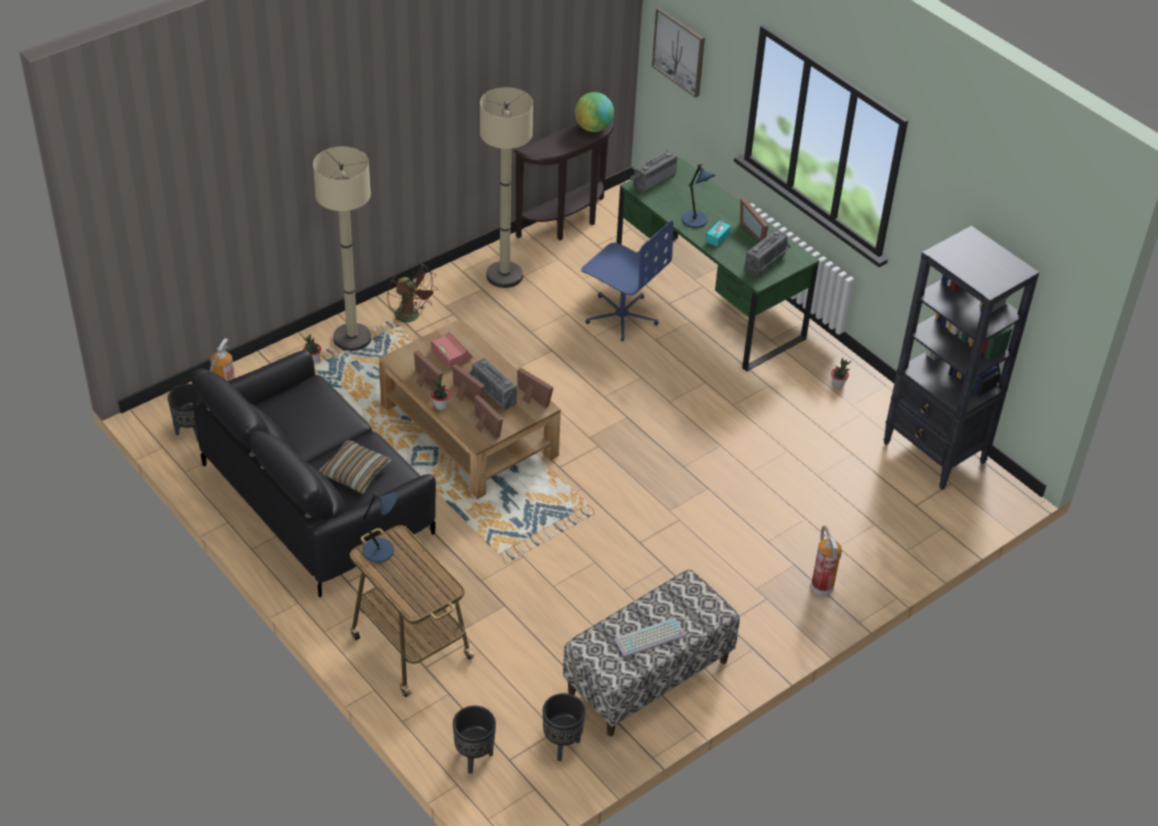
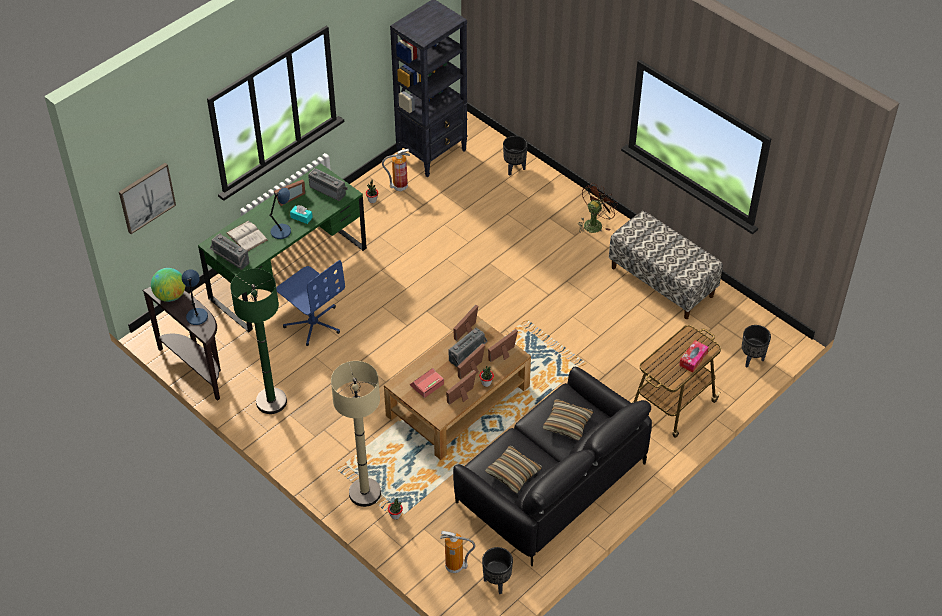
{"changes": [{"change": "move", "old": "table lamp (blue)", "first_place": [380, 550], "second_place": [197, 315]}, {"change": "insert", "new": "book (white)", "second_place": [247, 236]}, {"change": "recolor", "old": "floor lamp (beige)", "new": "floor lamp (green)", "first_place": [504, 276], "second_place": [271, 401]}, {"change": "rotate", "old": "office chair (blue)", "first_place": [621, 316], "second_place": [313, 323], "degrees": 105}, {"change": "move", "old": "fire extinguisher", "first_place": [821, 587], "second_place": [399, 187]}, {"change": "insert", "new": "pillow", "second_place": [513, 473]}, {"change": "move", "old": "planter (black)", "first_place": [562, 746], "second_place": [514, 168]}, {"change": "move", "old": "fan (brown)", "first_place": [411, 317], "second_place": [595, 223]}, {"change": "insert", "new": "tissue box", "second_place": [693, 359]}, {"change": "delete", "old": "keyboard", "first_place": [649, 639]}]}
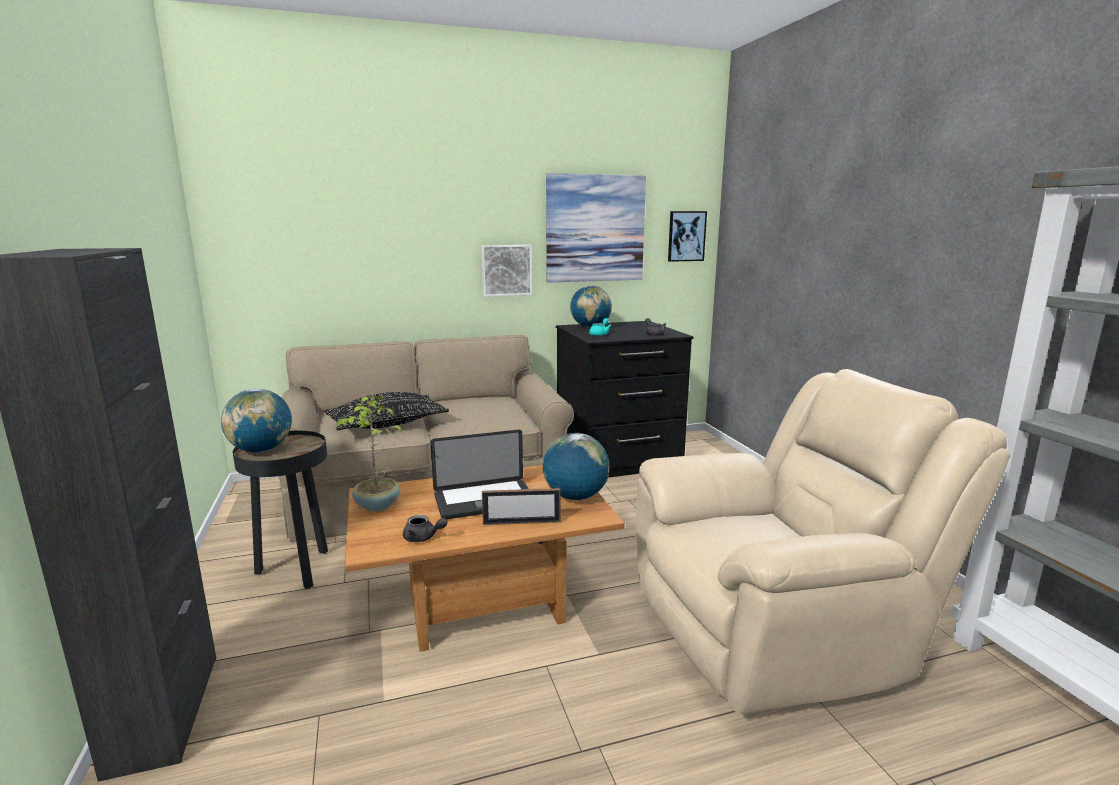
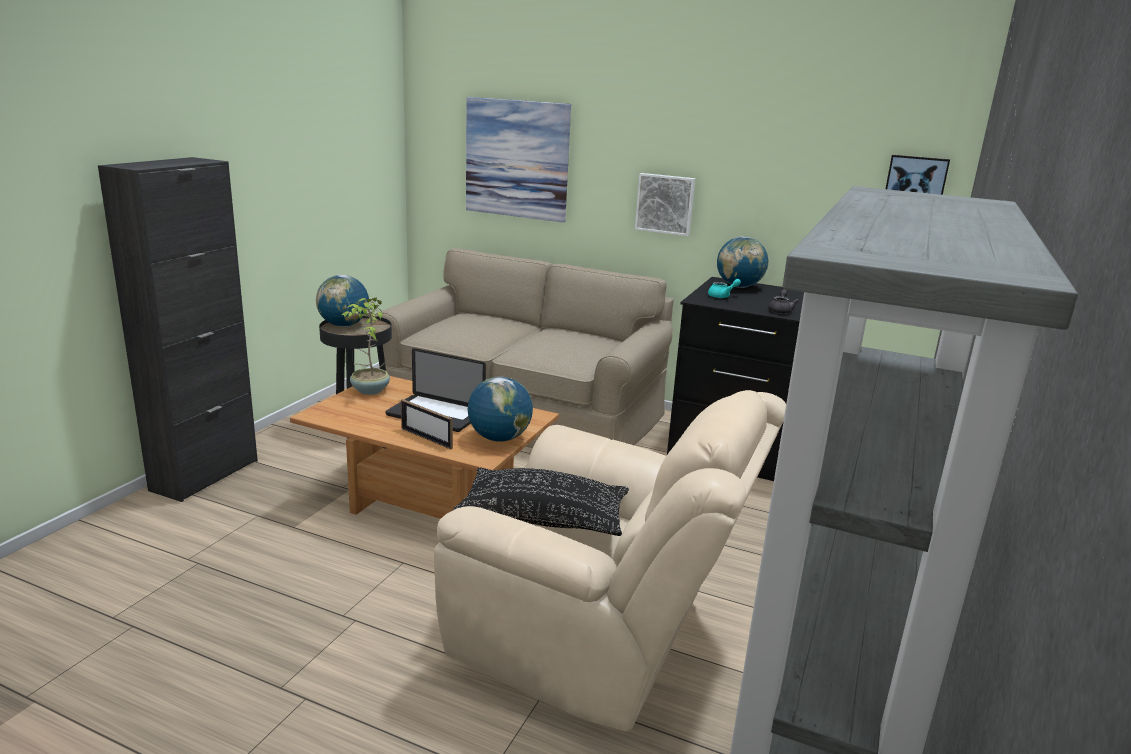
{"changes": [{"change": "move", "old": "pillow (black)", "first_place": [387, 424], "second_place": [543, 518]}, {"change": "move", "old": "picture", "first_place": [595, 228], "second_place": [517, 159]}, {"change": "delete", "old": "teapot (grey)", "first_place": [423, 538]}]}
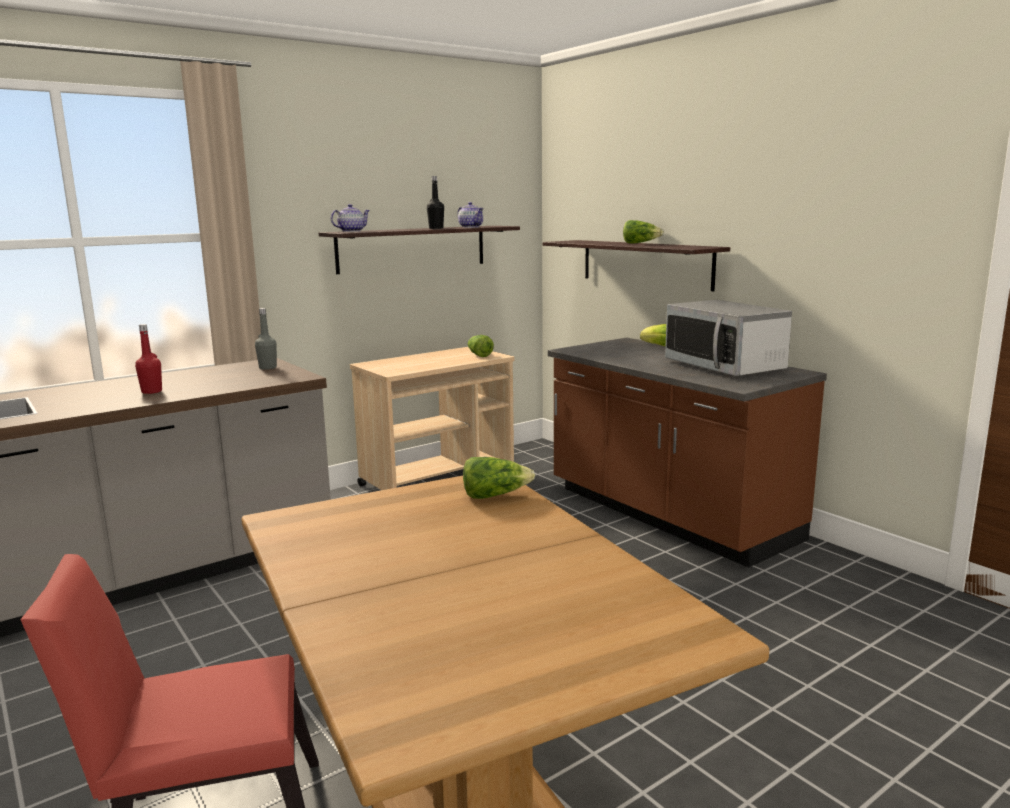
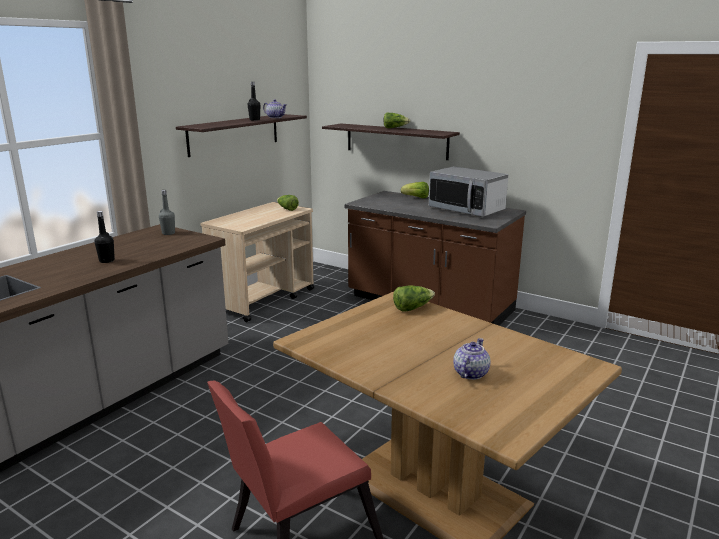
{"changes": [{"change": "recolor", "old": "bottle (red)", "new": "bottle (black)", "first_place": [151, 391], "second_place": [107, 261]}, {"change": "move", "old": "teapot", "first_place": [351, 231], "second_place": [470, 373]}]}
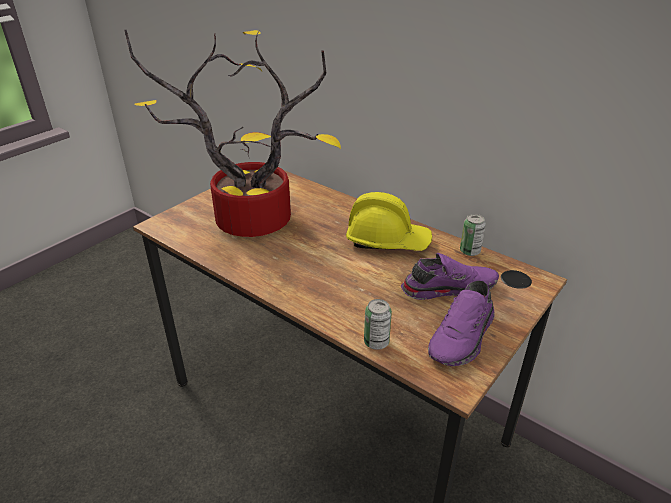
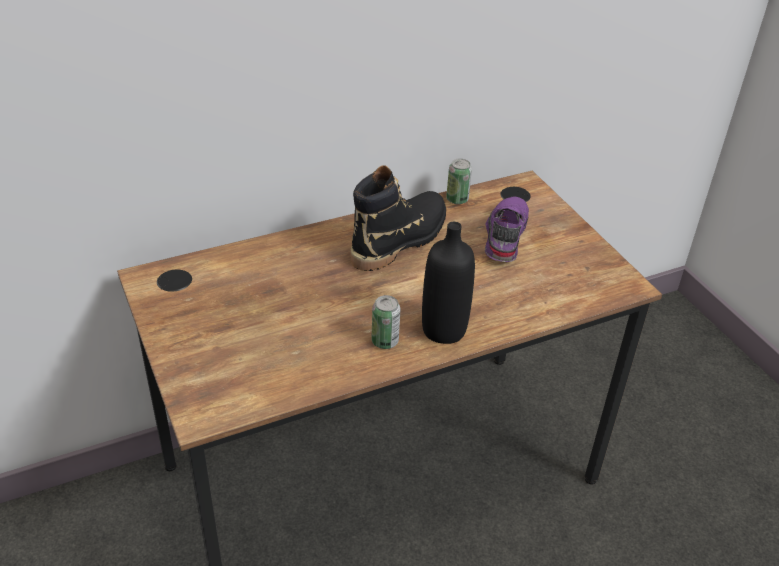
{"changes": [{"change": "replace", "old": "hard hat (yellow)", "new": "boot (black)", "first_place": [387, 241], "second_place": [400, 240]}, {"change": "move", "old": "can", "first_place": [376, 342], "second_place": [385, 341]}, {"change": "insert", "new": "bottle (black)", "second_place": [444, 330]}, {"change": "delete", "old": "potted plant", "first_place": [246, 222]}, {"change": "delete", "old": "shoe (purple)", "first_place": [463, 337]}]}
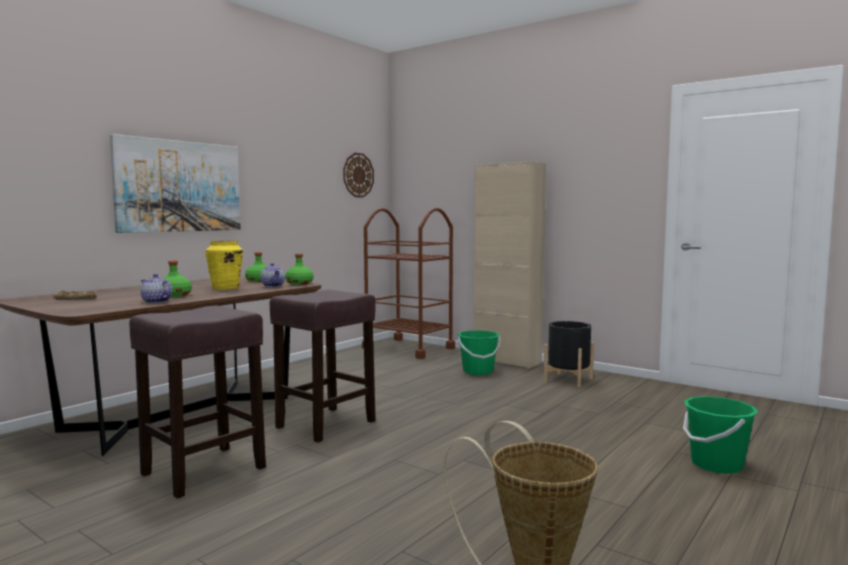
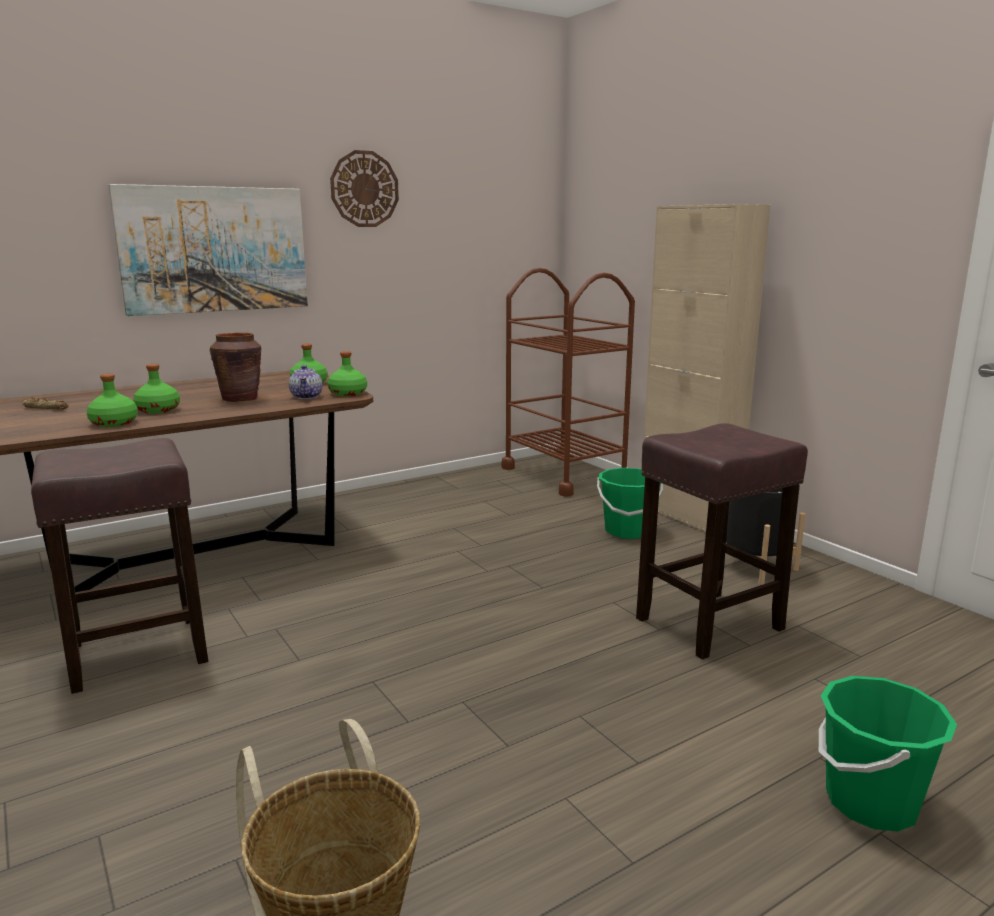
{"changes": [{"change": "replace", "old": "teapot", "new": "bottle (green)", "first_place": [156, 302], "second_place": [113, 423]}, {"change": "recolor", "old": "vase (yellow)", "new": "vase (brown)", "first_place": [225, 289], "second_place": [240, 399]}, {"change": "move", "old": "wall clock", "first_place": [358, 175], "second_place": [364, 189]}, {"change": "move", "old": "stool (brown)", "first_place": [325, 425], "second_place": [707, 624]}]}
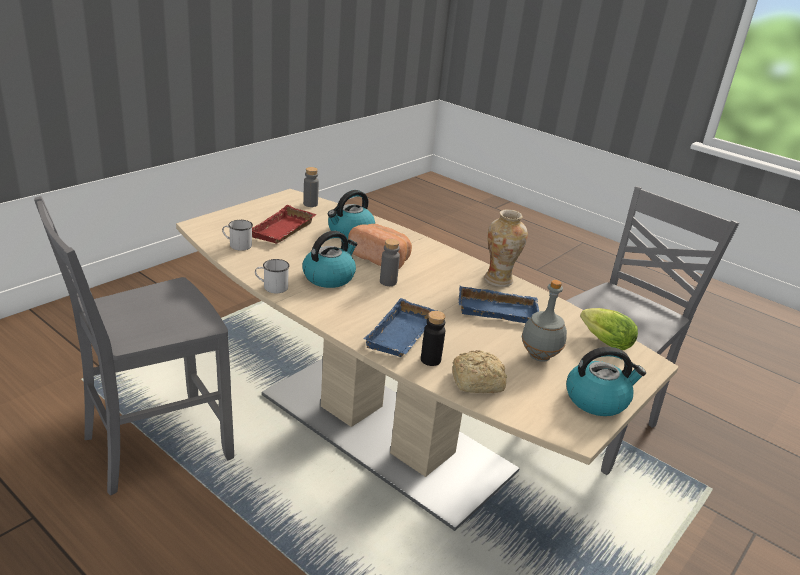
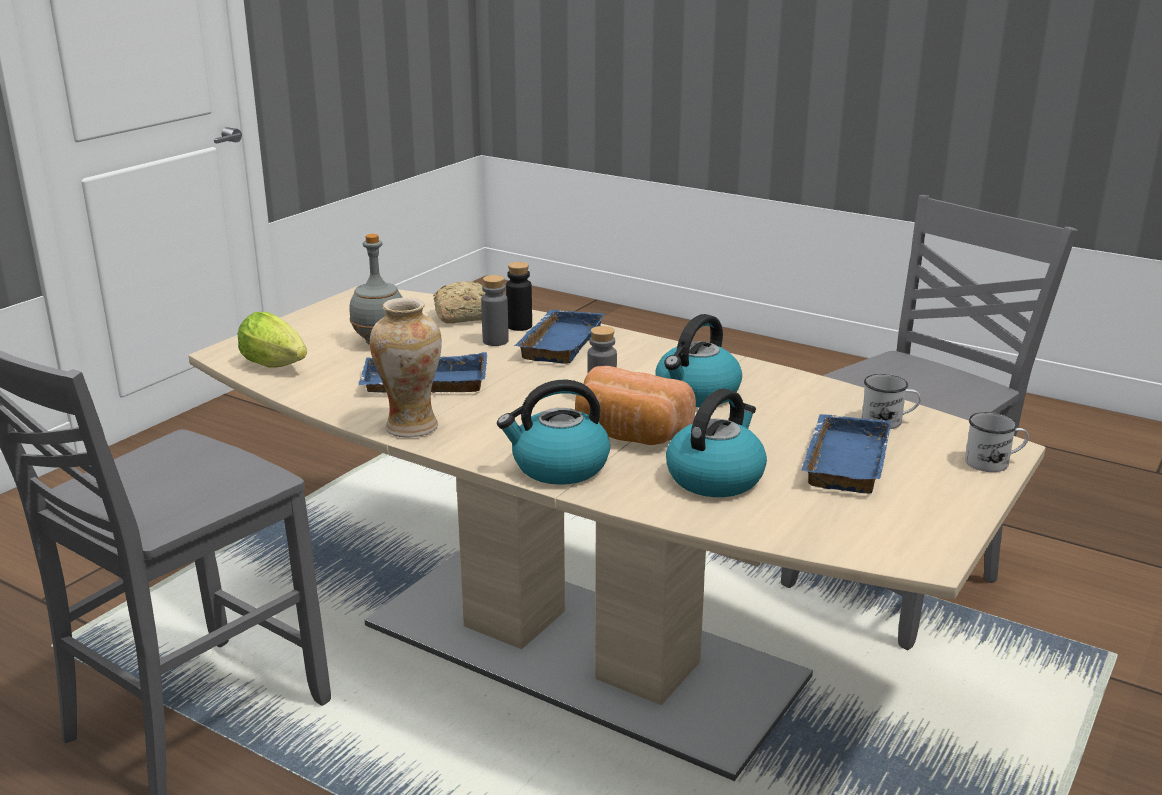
{"changes": [{"change": "move", "old": "bottle (grey)", "first_place": [310, 204], "second_place": [495, 341]}, {"change": "move", "old": "kettle", "first_place": [597, 399], "second_place": [558, 467]}, {"change": "recolor", "old": "tray (red)", "new": "tray (blue)", "first_place": [284, 231], "second_place": [842, 460]}, {"change": "move", "old": "mug (white)", "first_place": [271, 287], "second_place": [993, 463]}]}
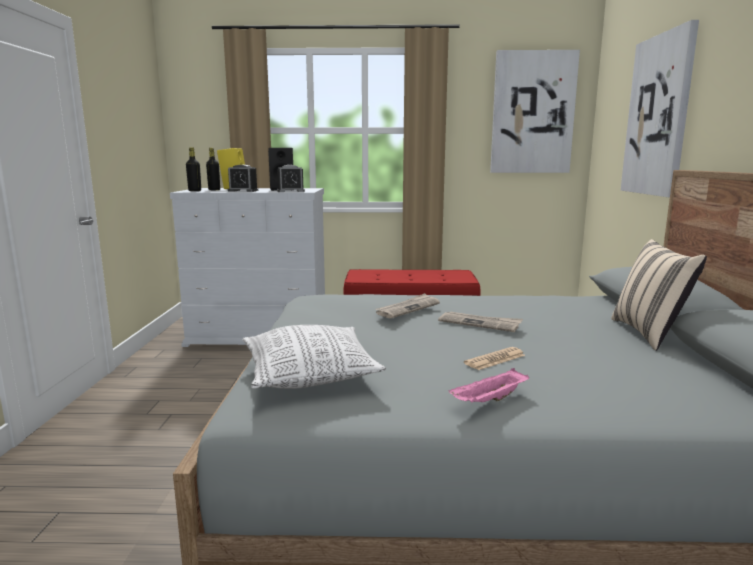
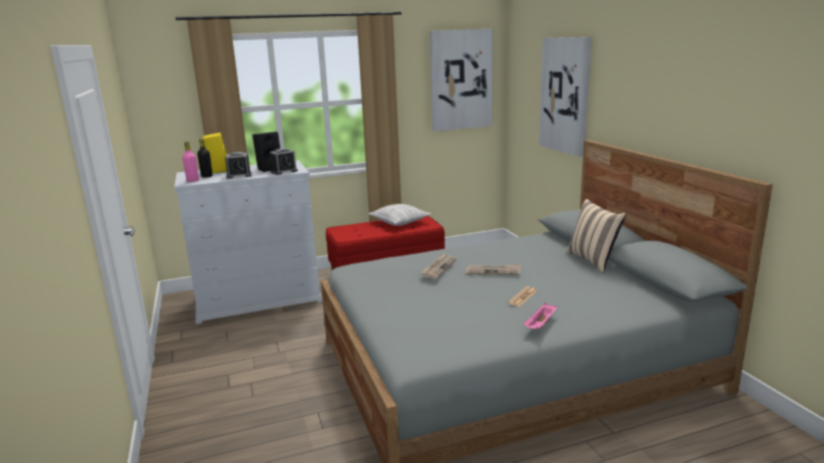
{"changes": [{"change": "recolor", "old": "bottle (black)", "new": "bottle (pink)", "first_place": [195, 191], "second_place": [192, 181]}, {"change": "move", "old": "pillow", "first_place": [310, 375], "second_place": [400, 222]}]}
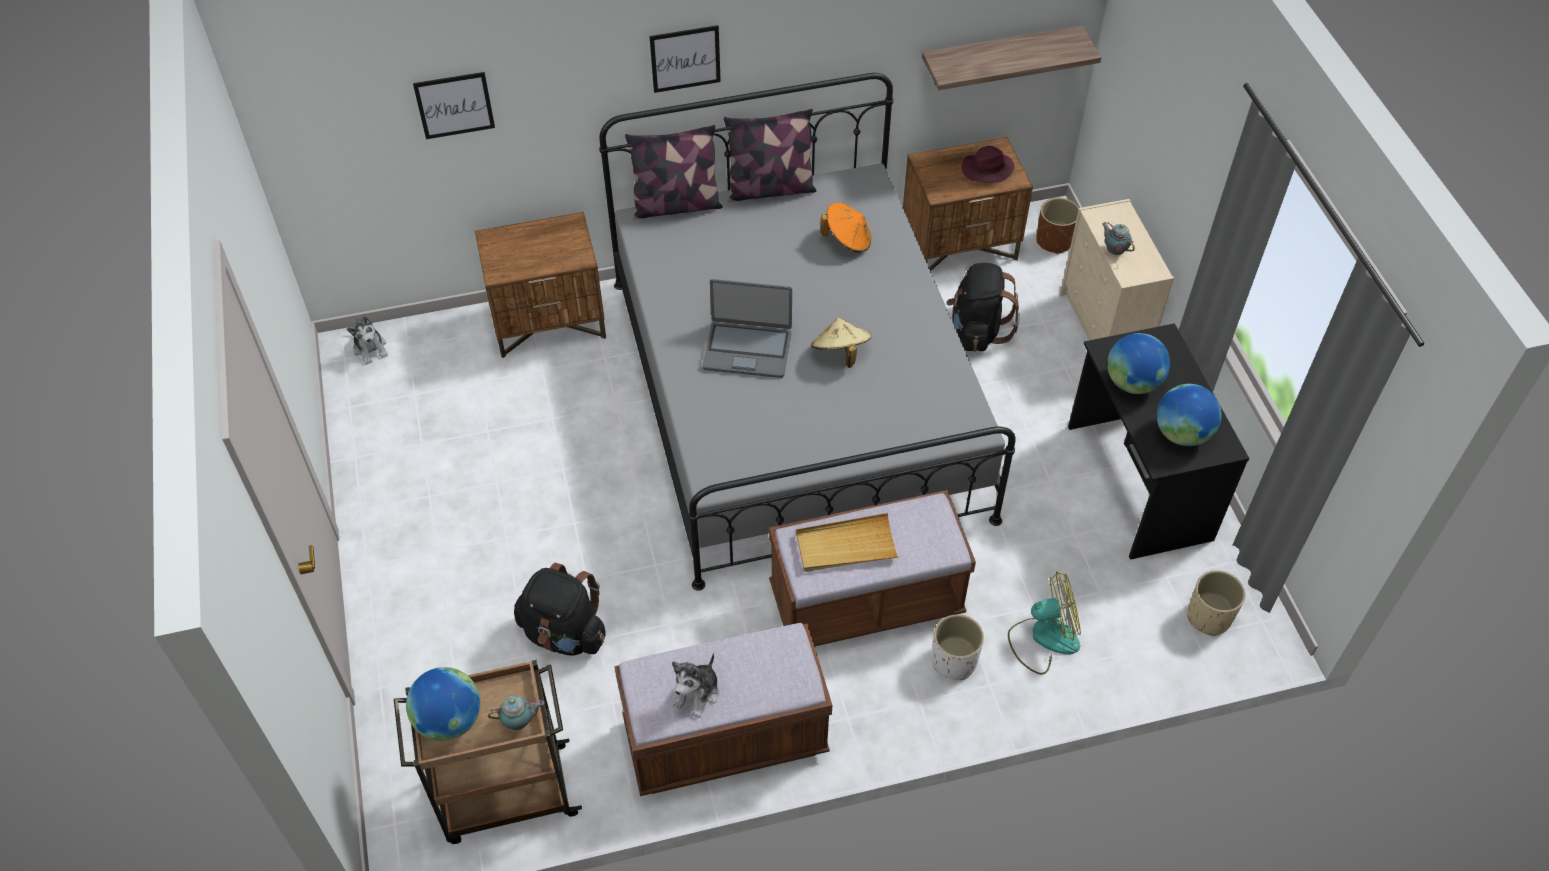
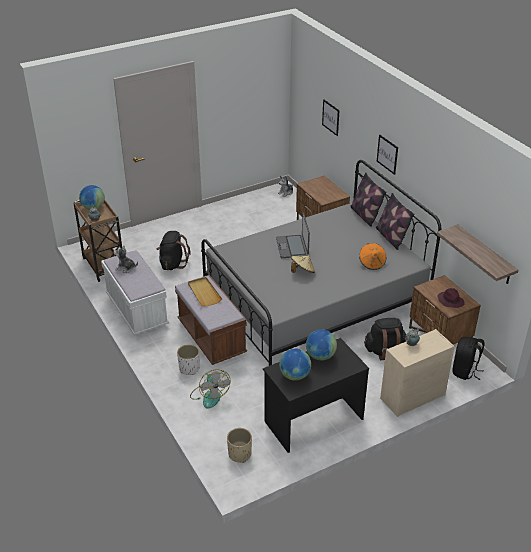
{"changes": [{"change": "recolor", "old": "bench (brown)", "new": "bench (white)", "first_place": [725, 739], "second_place": [137, 311]}, {"change": "replace", "old": "planter (brown)", "new": "backpack (black)", "first_place": [1054, 241], "second_place": [465, 371]}]}
